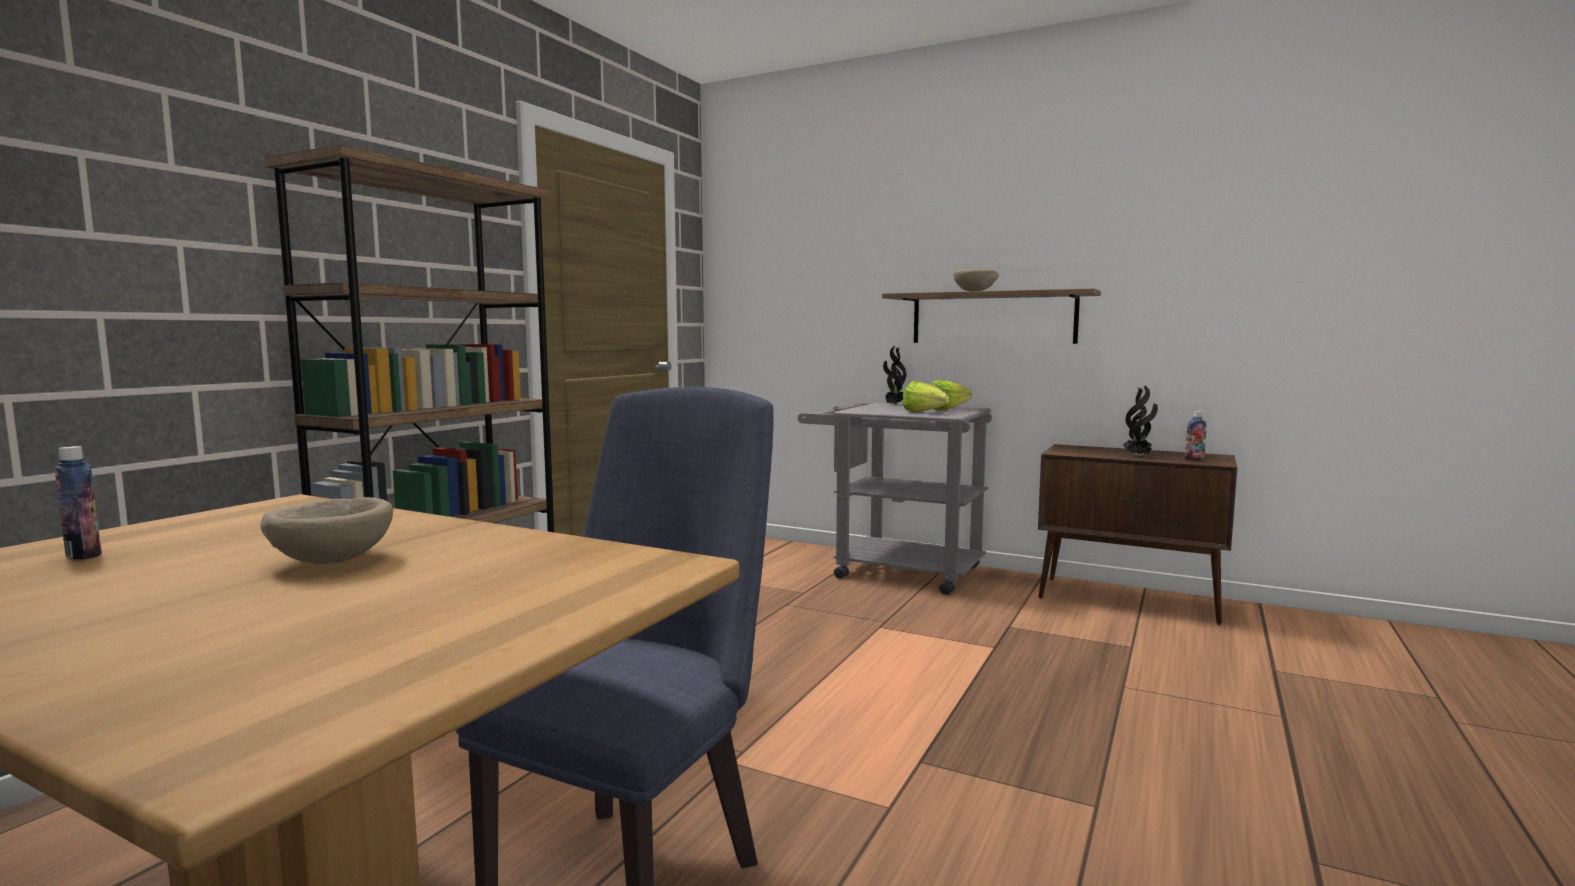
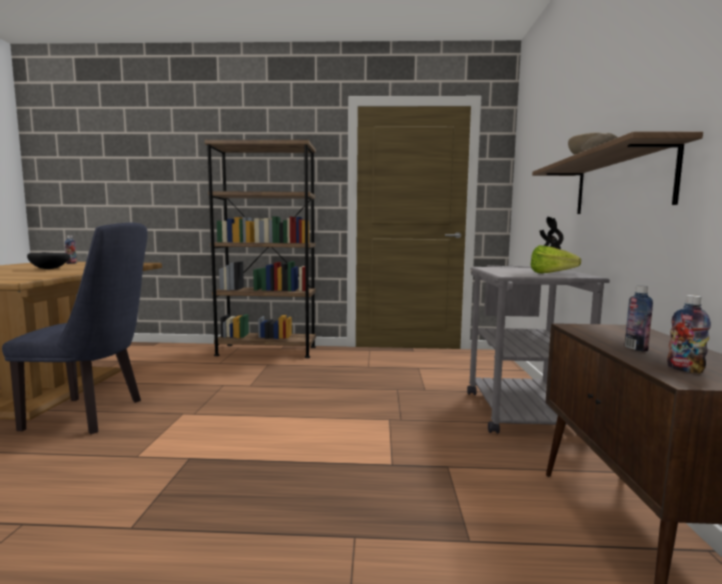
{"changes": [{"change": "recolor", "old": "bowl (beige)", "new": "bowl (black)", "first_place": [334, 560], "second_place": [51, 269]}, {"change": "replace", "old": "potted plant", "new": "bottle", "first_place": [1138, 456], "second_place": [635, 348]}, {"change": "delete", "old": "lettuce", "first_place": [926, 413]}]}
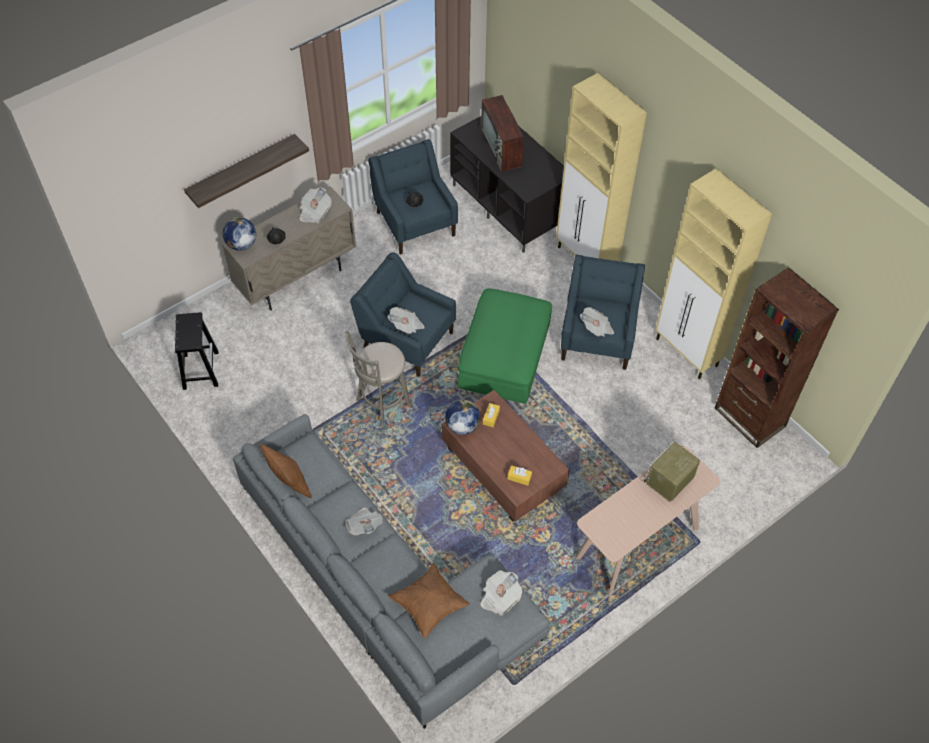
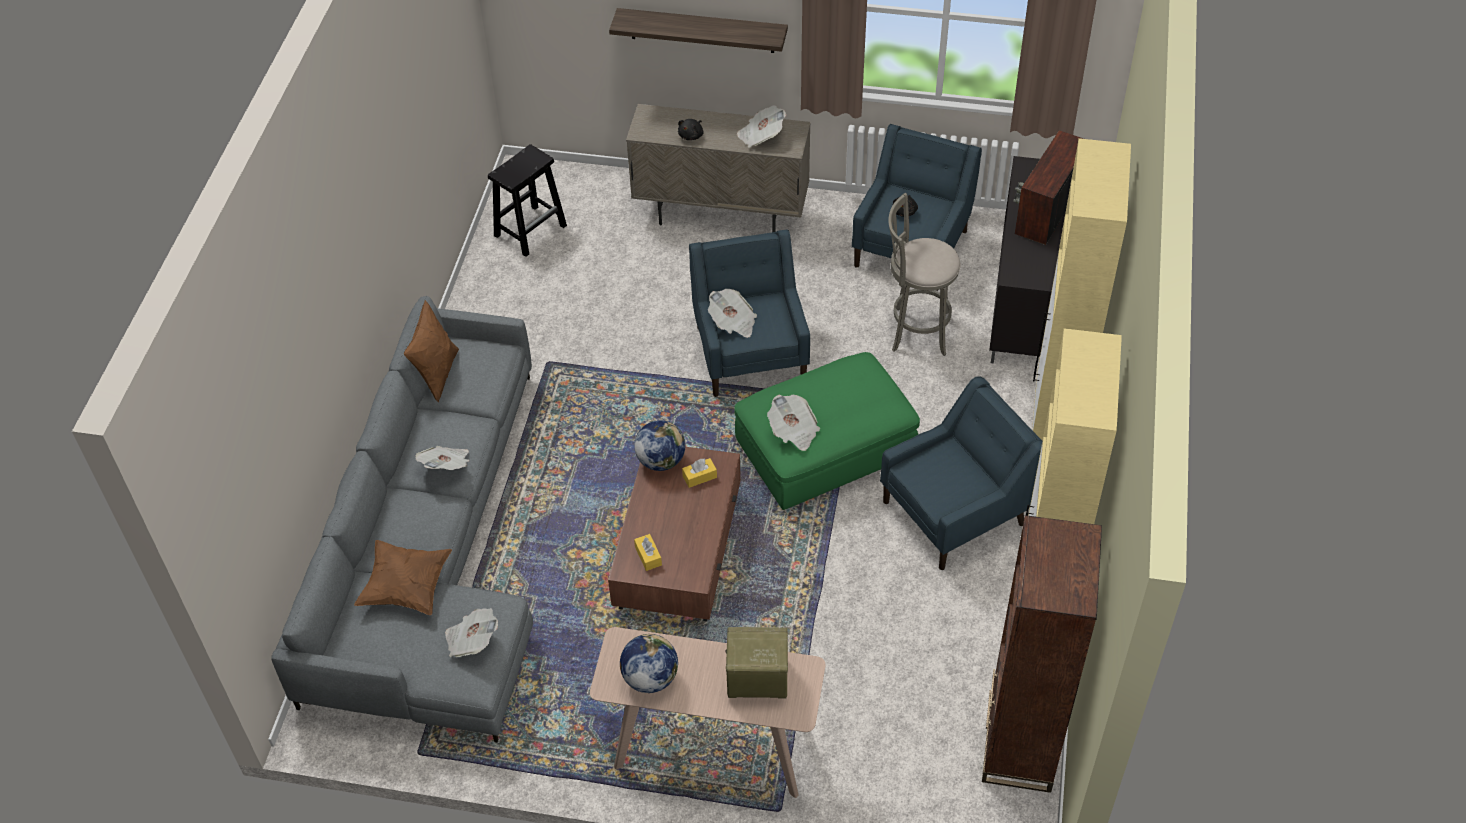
{"changes": [{"change": "move", "old": "globe", "first_place": [241, 244], "second_place": [650, 678]}, {"change": "move", "old": "newspaper", "first_place": [596, 328], "second_place": [793, 431]}, {"change": "move", "old": "stool (grey)", "first_place": [381, 404], "second_place": [916, 331]}]}
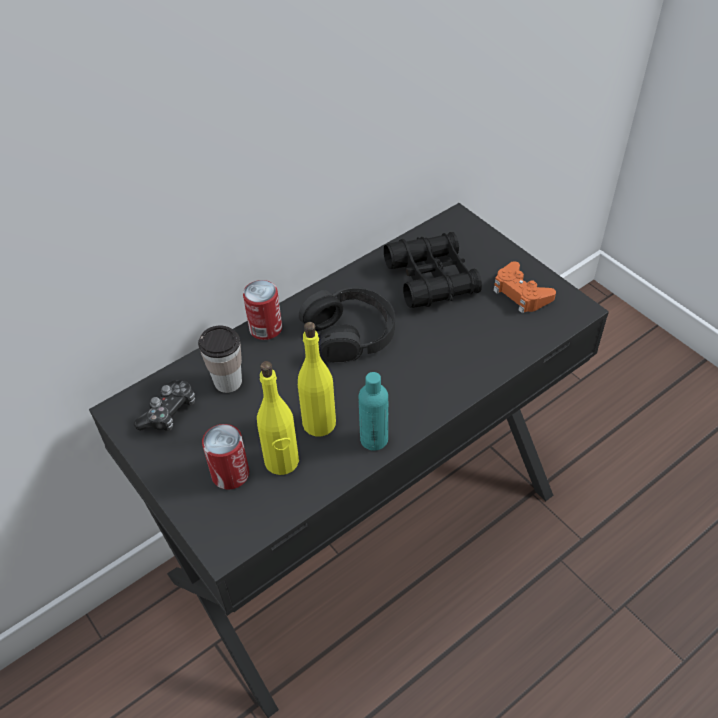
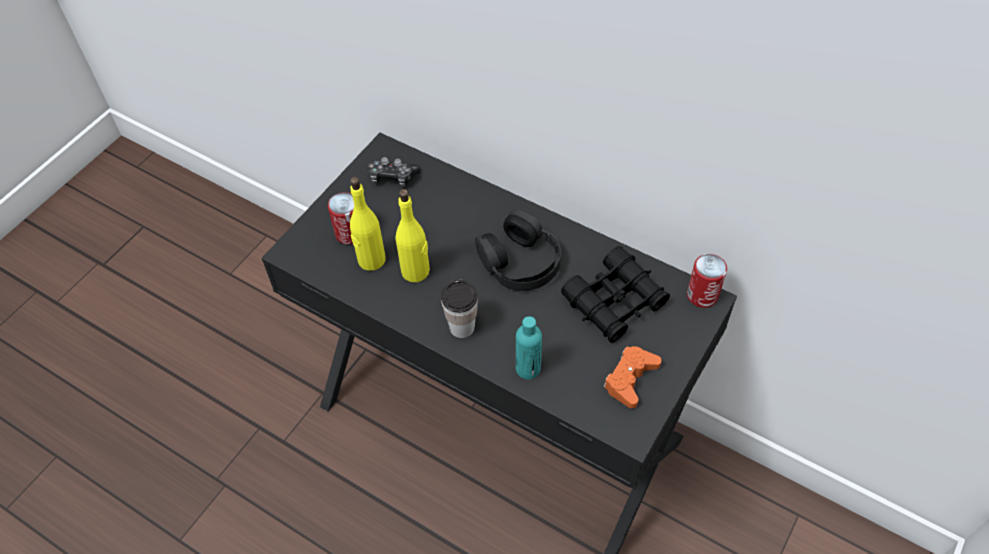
{"changes": [{"change": "move", "old": "cup", "first_place": [228, 381], "second_place": [462, 327]}, {"change": "move", "old": "bottle (turquoise)", "first_place": [374, 439], "second_place": [528, 368]}, {"change": "move", "old": "can", "first_place": [265, 328], "second_place": [702, 295]}]}
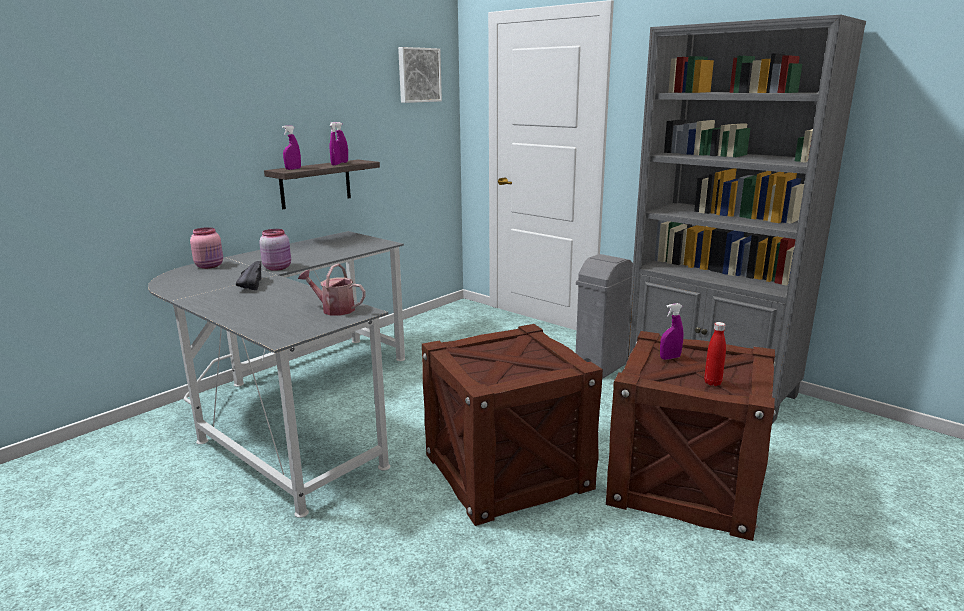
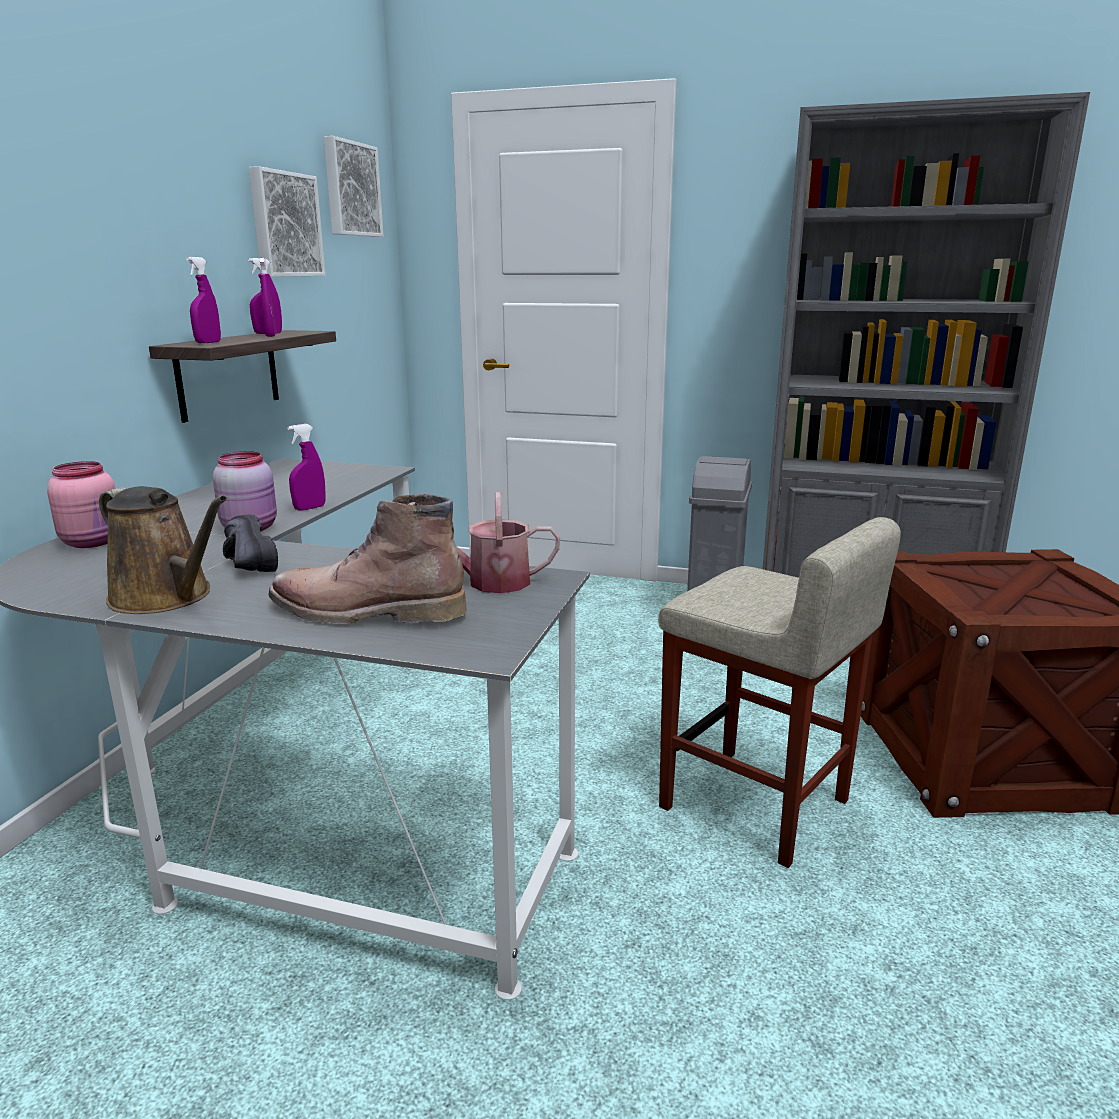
{"changes": [{"change": "insert", "new": "watering can (brown)", "second_place": [166, 598]}, {"change": "insert", "new": "picture", "second_place": [284, 225]}, {"change": "insert", "new": "boot (brown)", "second_place": [365, 612]}, {"change": "move", "old": "spray bottle (purple)", "first_place": [670, 358], "second_place": [309, 508]}, {"change": "replace", "old": "crate", "new": "stool (beige)", "first_place": [507, 471], "second_place": [756, 805]}, {"change": "delete", "old": "bottle (red)", "first_place": [712, 383]}]}
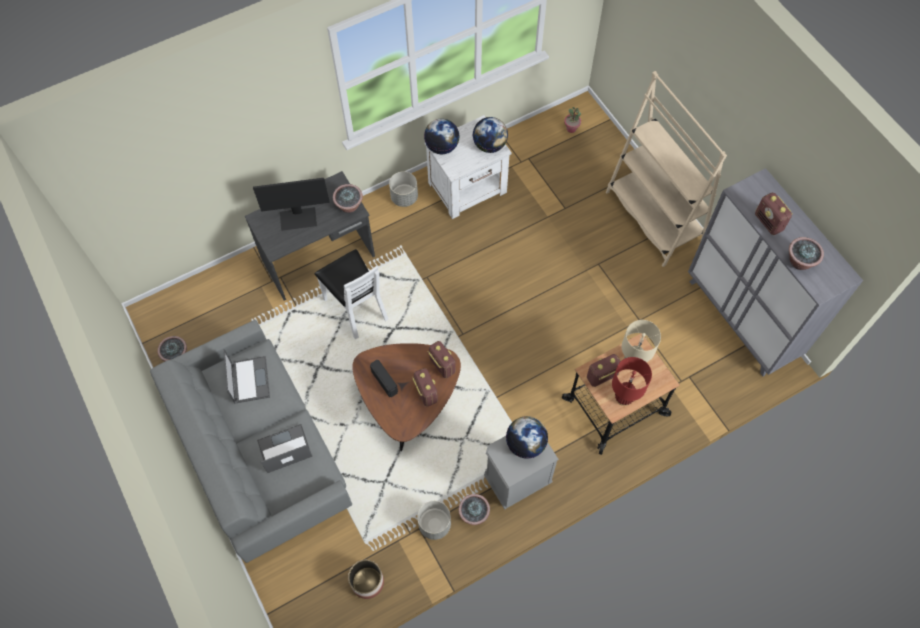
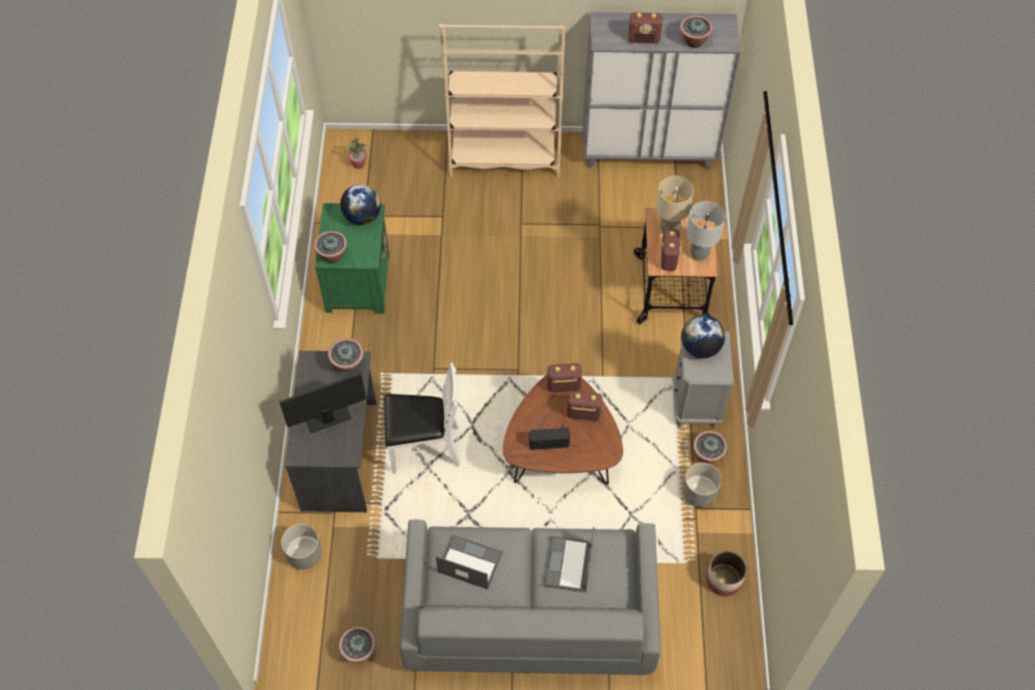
{"changes": [{"change": "rotate", "old": "monitor", "first_place": [298, 218], "second_place": [327, 416], "degrees": -135}, {"change": "move", "old": "planter (grey)", "first_place": [404, 197], "second_place": [304, 554]}, {"change": "replace", "old": "globe", "new": "potted plant", "first_place": [442, 147], "second_place": [332, 255]}, {"change": "recolor", "old": "nightstand (white)", "new": "nightstand (green)", "first_place": [468, 188], "second_place": [359, 281]}, {"change": "recolor", "old": "table lamp (red)", "new": "table lamp (grey)", "first_place": [623, 398], "second_place": [699, 254]}]}
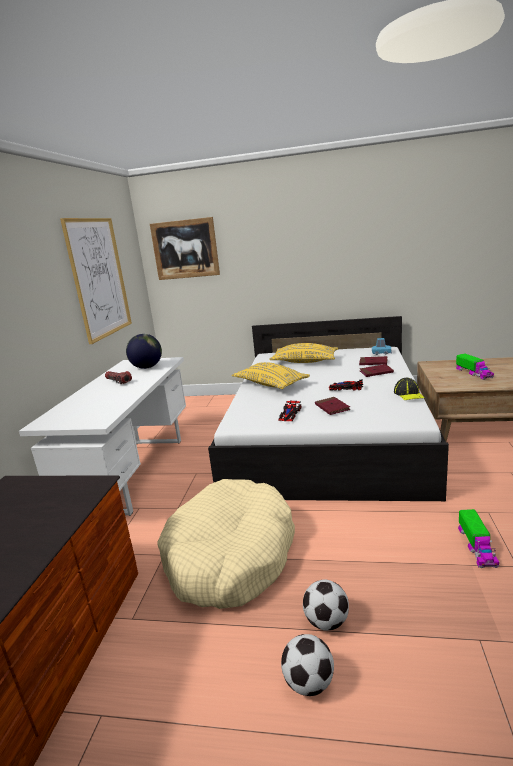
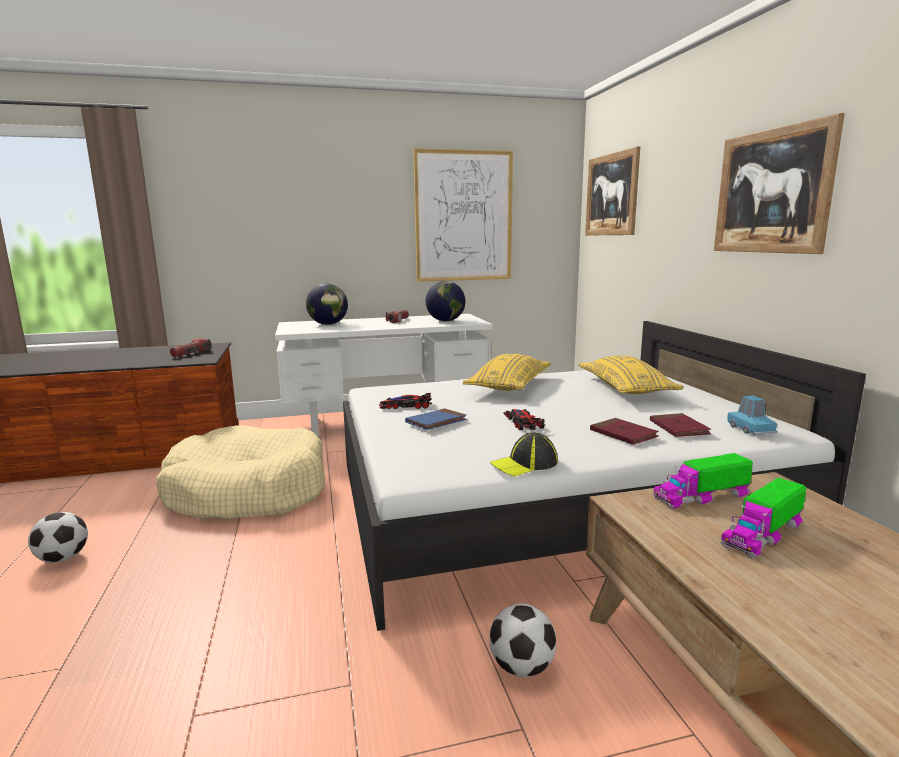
{"changes": [{"change": "insert", "new": "flashlight", "second_place": [191, 354]}, {"change": "insert", "new": "globe", "second_place": [328, 324]}, {"change": "recolor", "old": "book (red)", "new": "book (blue)", "first_place": [332, 407], "second_place": [436, 422]}, {"change": "move", "old": "football", "first_place": [326, 622], "second_place": [521, 667]}, {"change": "move", "old": "toy truck", "first_place": [476, 546], "second_place": [701, 496]}, {"change": "insert", "new": "picture", "second_place": [771, 191]}]}
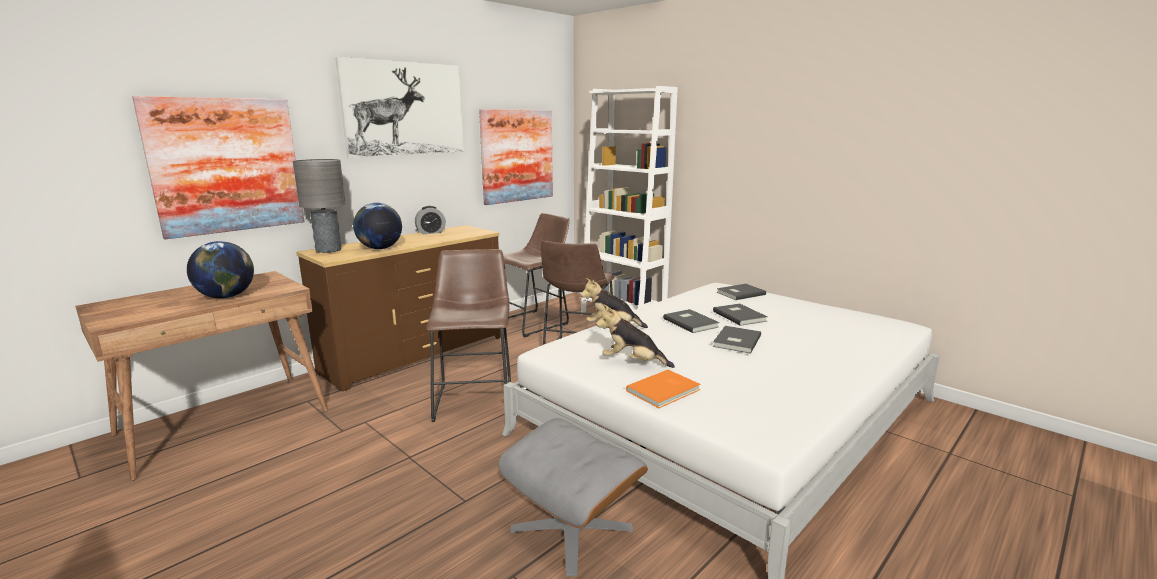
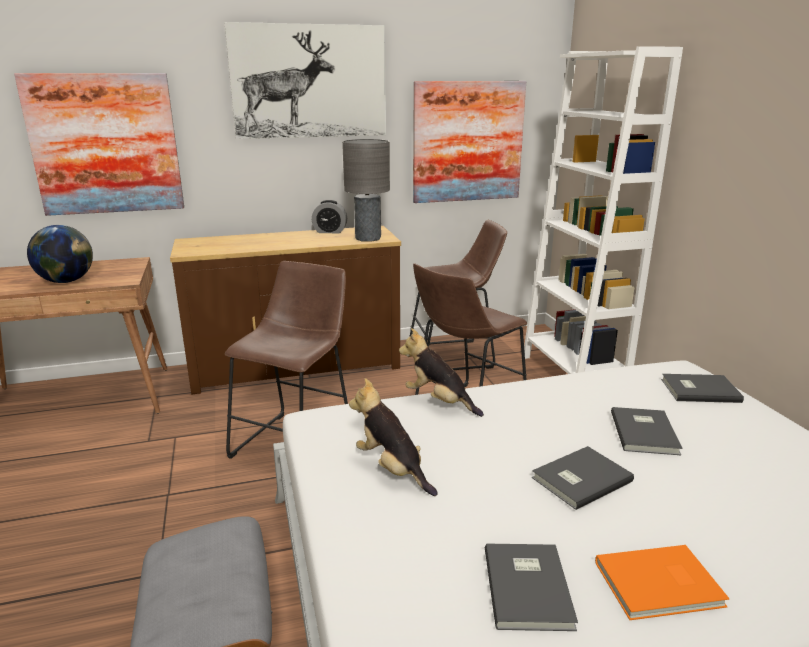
{"changes": [{"change": "move", "old": "table lamp (grey)", "first_place": [328, 250], "second_place": [367, 238]}, {"change": "move", "old": "book (grey)", "first_place": [691, 322], "second_place": [529, 587]}, {"change": "move", "old": "book (orange)", "first_place": [665, 391], "second_place": [661, 586]}, {"change": "delete", "old": "globe", "first_place": [380, 248]}]}
